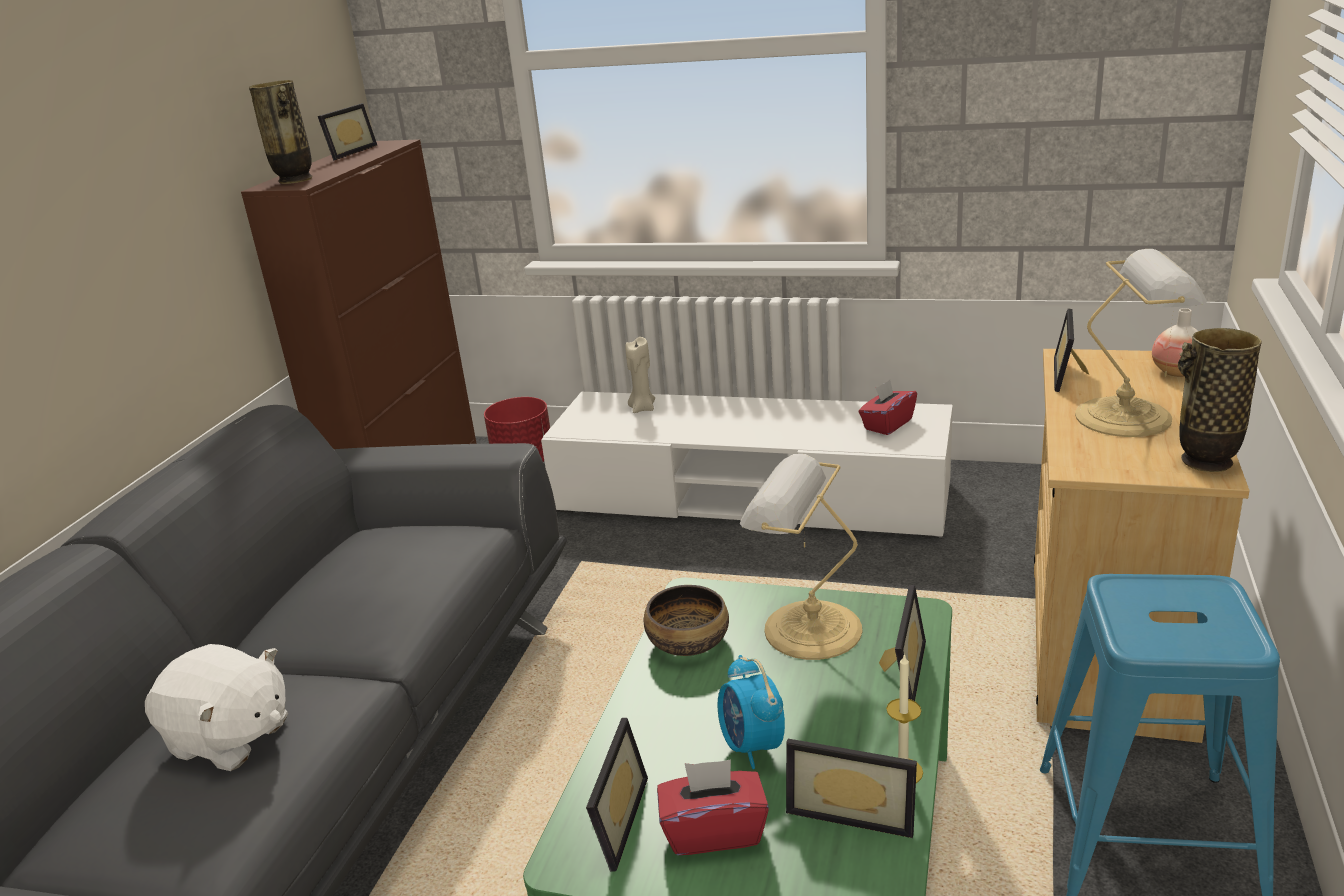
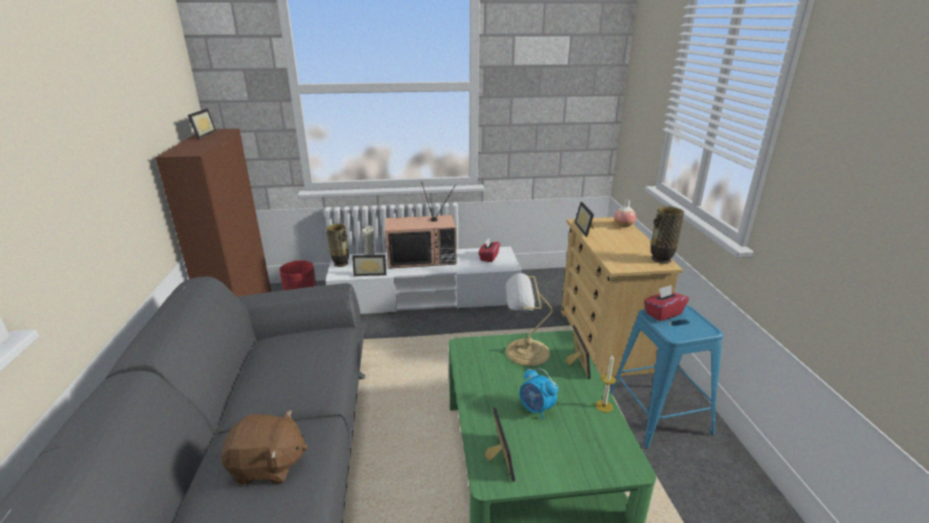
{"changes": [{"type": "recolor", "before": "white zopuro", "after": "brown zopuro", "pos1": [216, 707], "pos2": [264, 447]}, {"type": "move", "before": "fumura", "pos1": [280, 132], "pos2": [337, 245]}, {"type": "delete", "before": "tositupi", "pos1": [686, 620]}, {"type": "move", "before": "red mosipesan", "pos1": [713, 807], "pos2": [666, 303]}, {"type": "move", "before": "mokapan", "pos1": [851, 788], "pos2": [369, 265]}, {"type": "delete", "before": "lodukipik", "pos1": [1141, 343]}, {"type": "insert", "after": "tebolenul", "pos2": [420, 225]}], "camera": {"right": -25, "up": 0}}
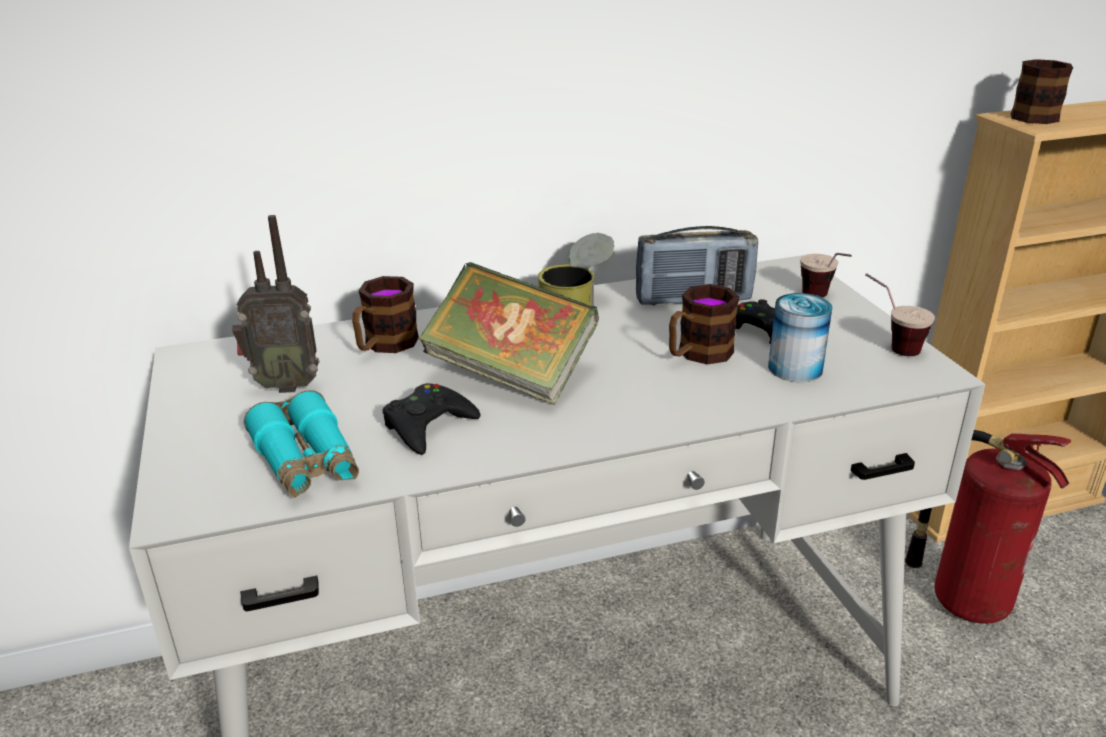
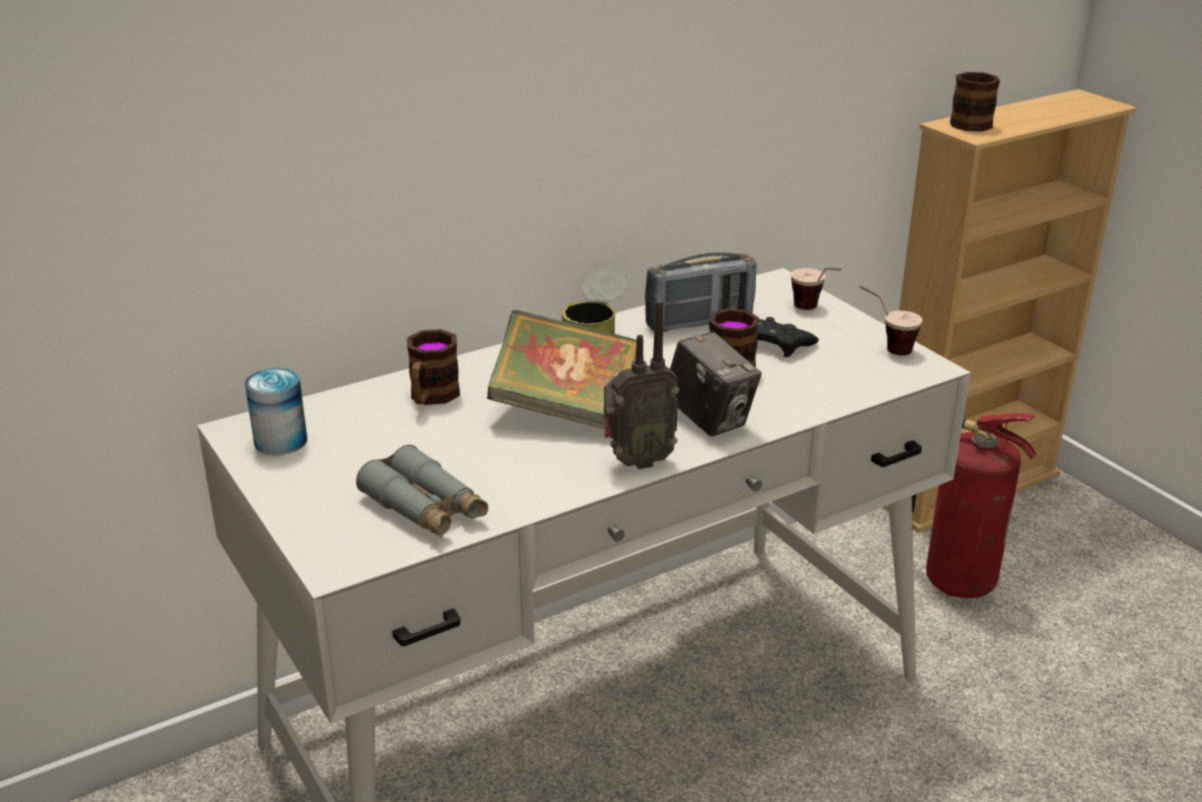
{"changes": [{"type": "move", "before": "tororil", "pos1": [275, 304], "pos2": [641, 384]}, {"type": "recolor", "before": "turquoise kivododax", "after": "grey kivododax", "pos1": [301, 444], "pos2": [422, 491]}, {"type": "delete", "before": "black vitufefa", "pos1": [431, 419]}, {"type": "move", "before": "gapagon", "pos1": [800, 337], "pos2": [276, 411]}, {"type": "insert", "after": "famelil", "pos2": [716, 384]}], "camera": {"right": -15, "up": 0}}
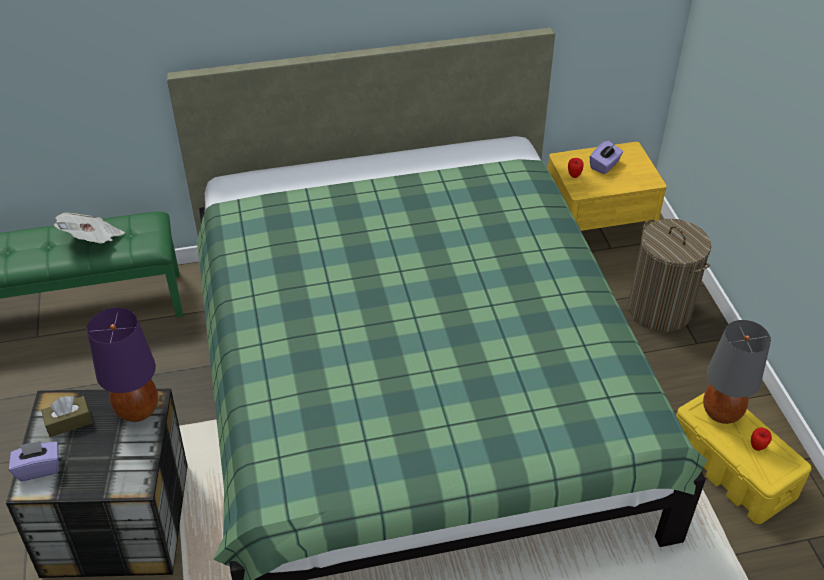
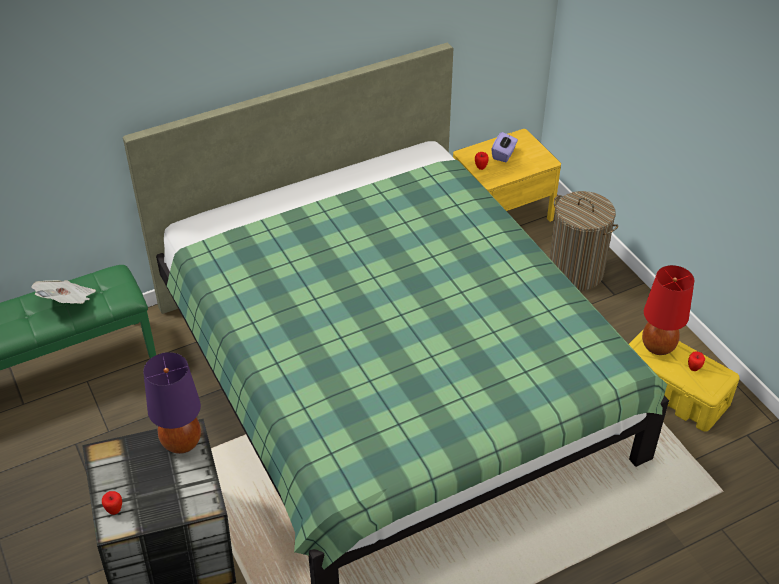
{"changes": [{"type": "replace", "before": "purple mosipesan", "after": "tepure", "pos1": [34, 461], "pos2": [112, 503]}, {"type": "delete", "before": "brown mosipesan", "pos1": [67, 416]}, {"type": "recolor", "before": "grey lodukipik", "after": "red lodukipik", "pos1": [737, 372], "pos2": [668, 310]}], "camera": {"right": -15, "up": 0}}
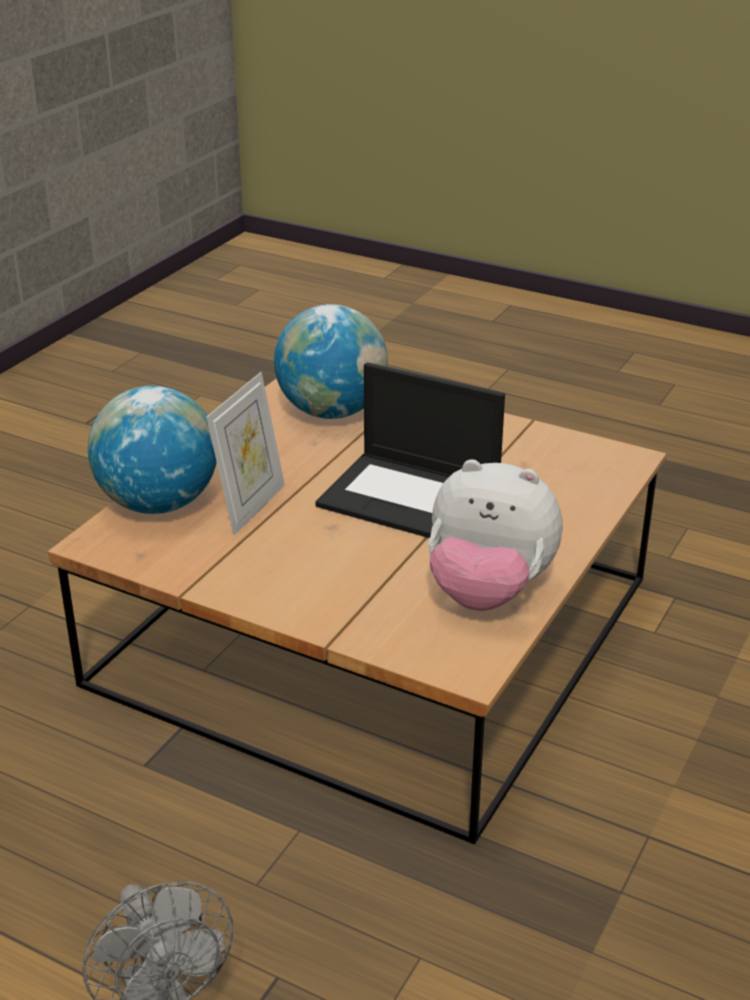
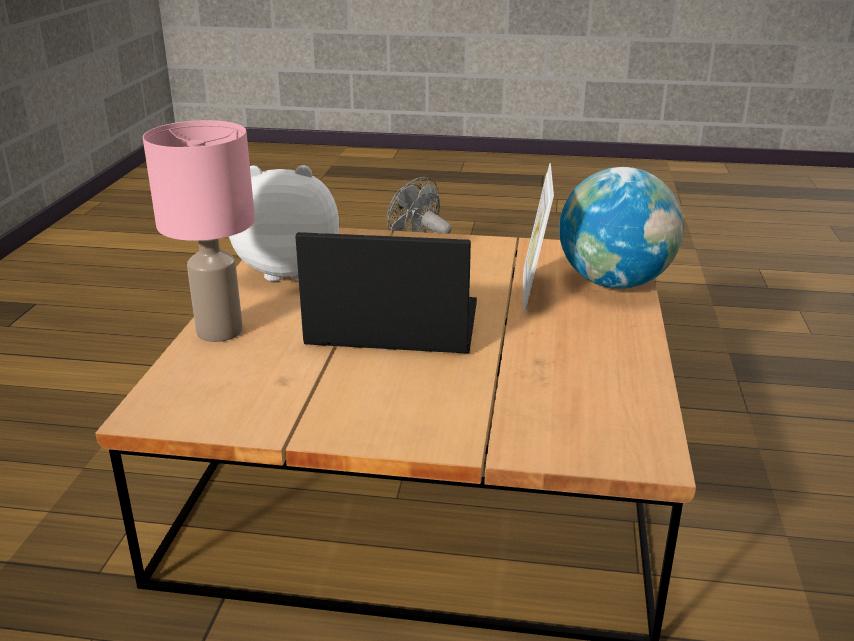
{"changes": [{"type": "delete", "before": "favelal", "pos1": [331, 361]}, {"type": "insert", "after": "pink lodukipik", "pos2": [199, 231]}], "camera": {"right": 160, "up": -5}}
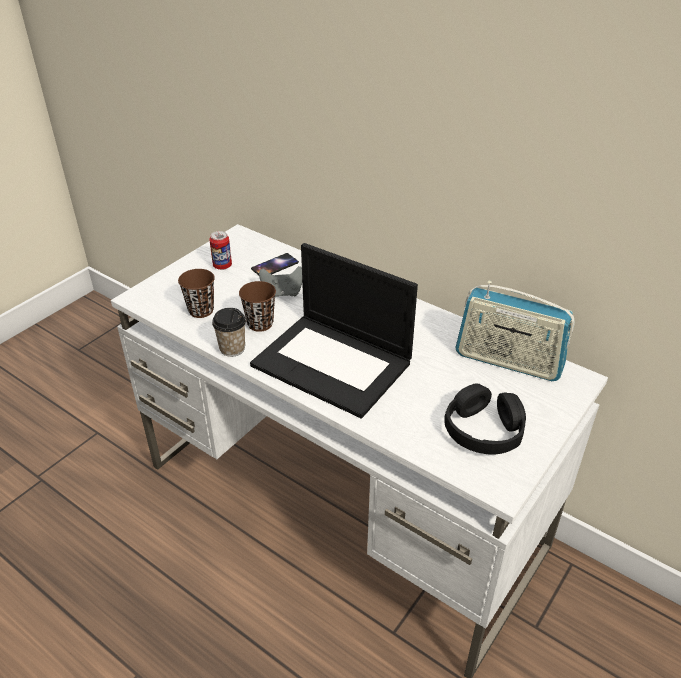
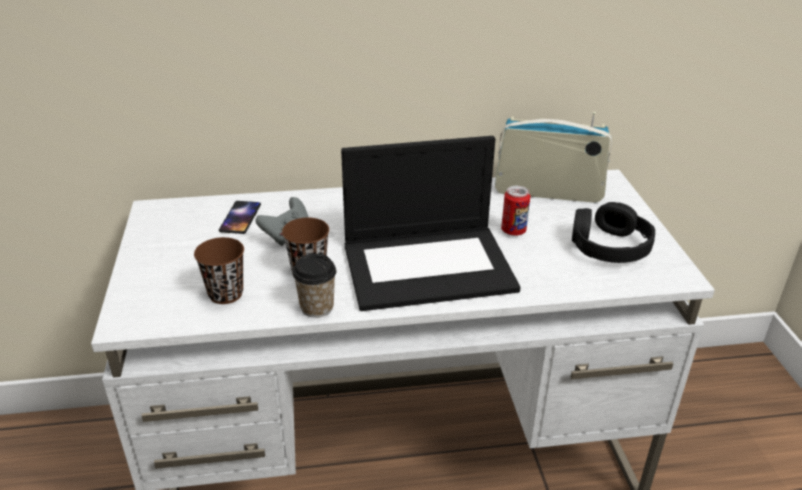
{"changes": [{"type": "move", "before": "gapagon", "pos1": [220, 250], "pos2": [515, 211]}, {"type": "rotate", "before": "tororil", "pos1": [515, 331], "pos2": [553, 157], "turn": -150}], "camera": {"right": -45, "up": -5}}
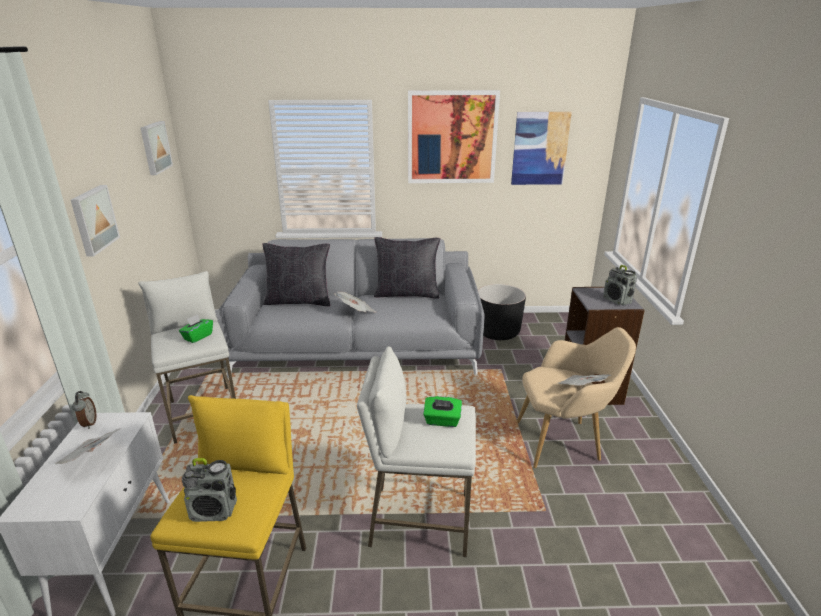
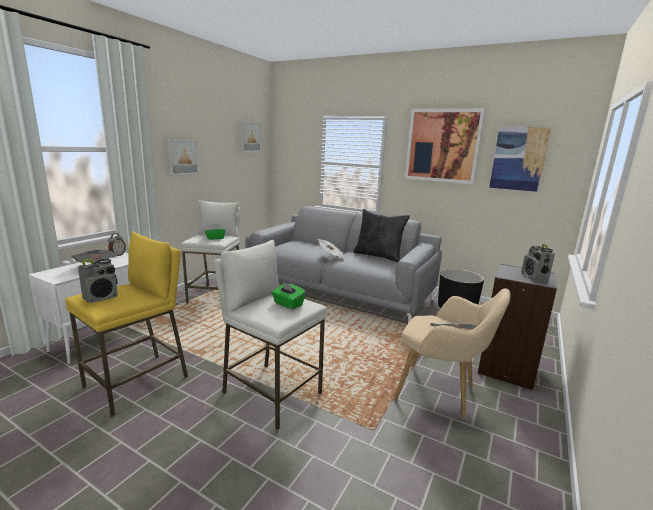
{"changes": [{"type": "rotate", "before": "tororil", "pos1": [209, 490], "pos2": [98, 281], "turn": -75}, {"type": "delete", "before": "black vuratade", "pos1": [296, 274]}], "camera": {"right": 30, "up": -10}}
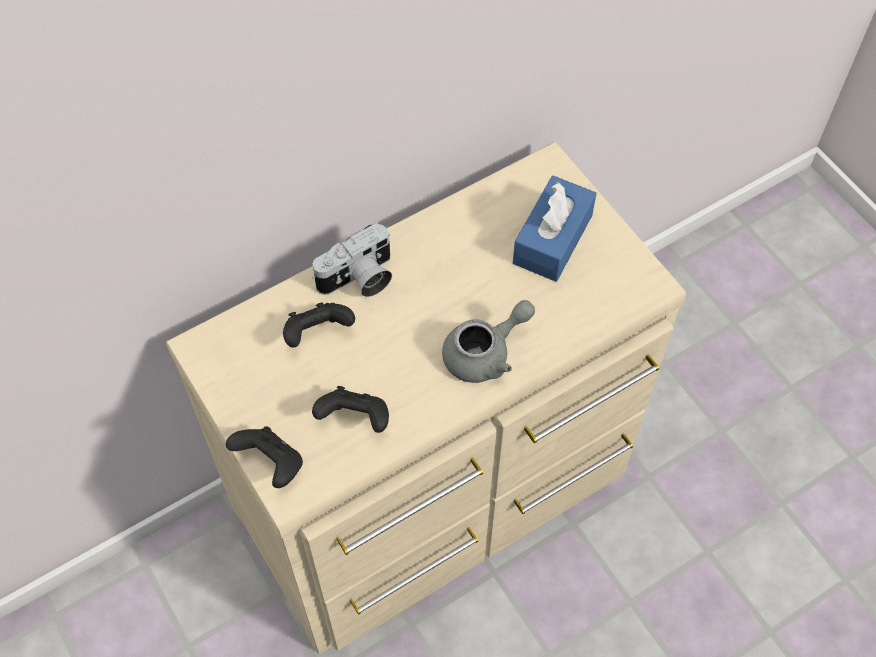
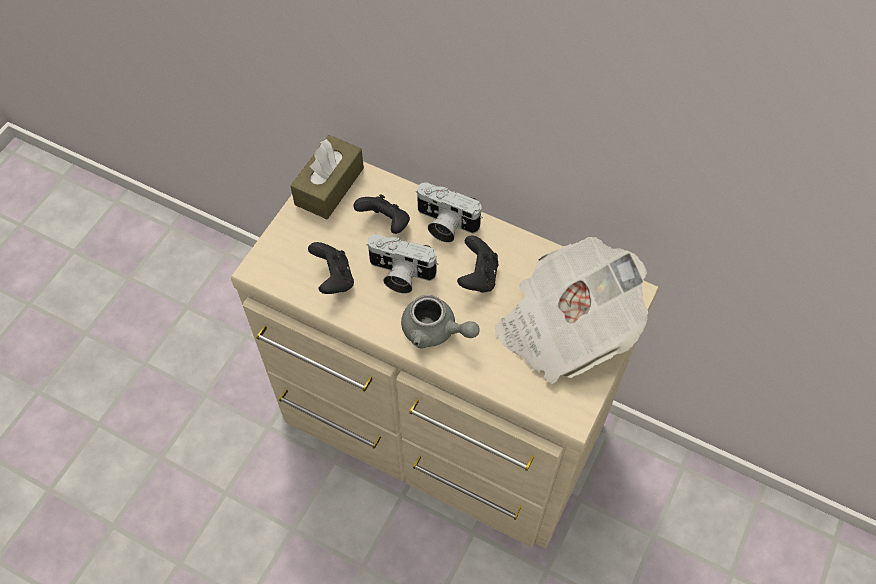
{"changes": [{"type": "move", "before": "black vitufefa", "pos1": [264, 457], "pos2": [477, 264]}, {"type": "replace", "before": "blue mosipesan", "after": "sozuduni", "pos1": [555, 229], "pos2": [571, 310]}, {"type": "insert", "after": "brown mosipesan", "pos2": [327, 177]}, {"type": "insert", "after": "famelil", "pos2": [402, 264]}], "camera": {"right": 60, "up": 0}}
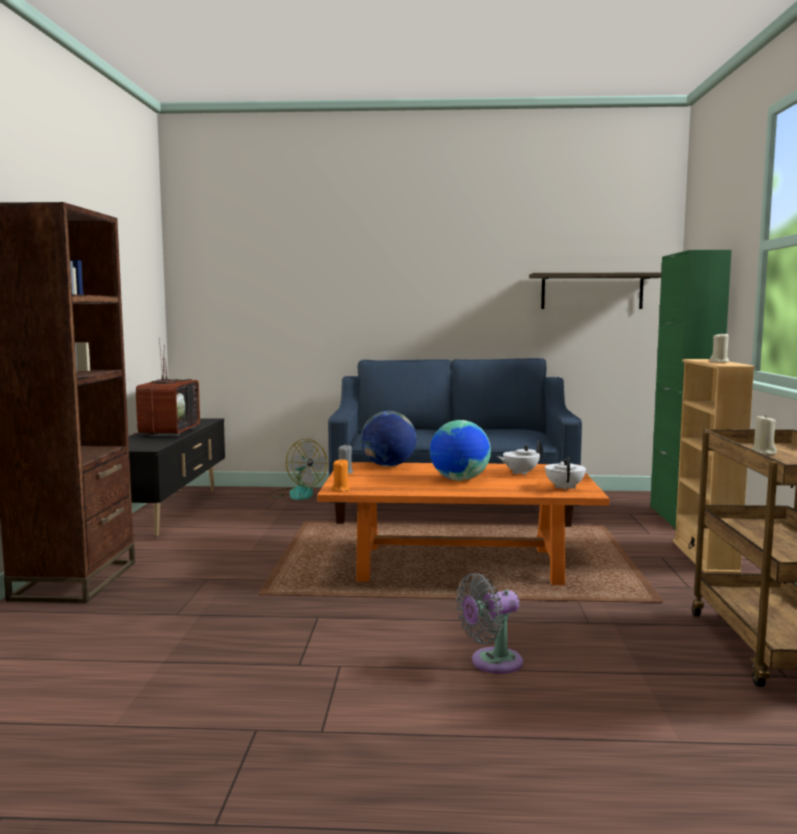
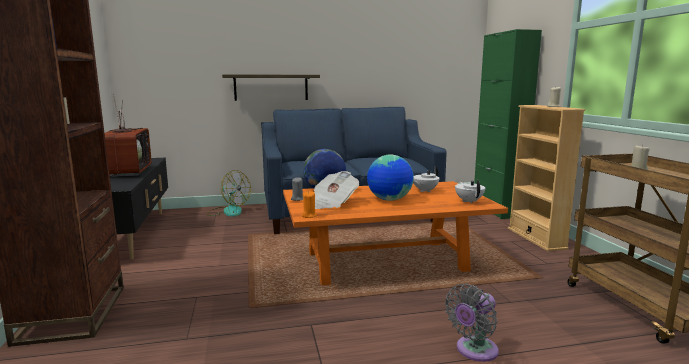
{"changes": [{"type": "move", "before": "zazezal", "pos1": [595, 291], "pos2": [271, 87]}, {"type": "insert", "after": "sozuduni", "pos2": [336, 190]}], "camera": {"right": -15, "up": 5}}
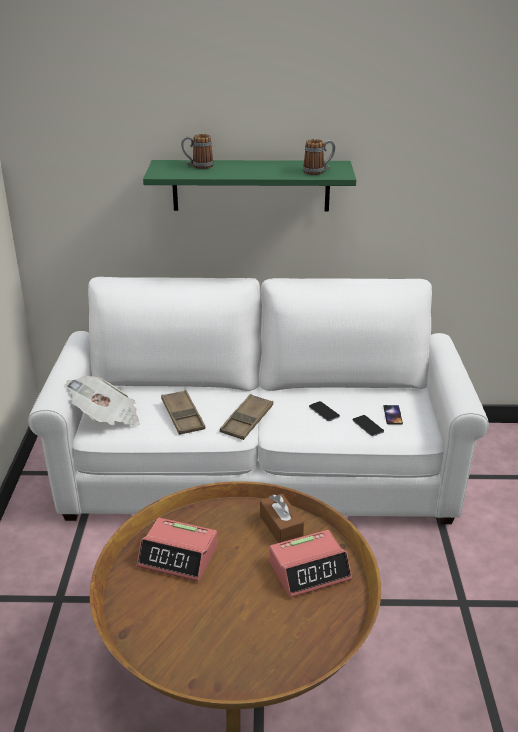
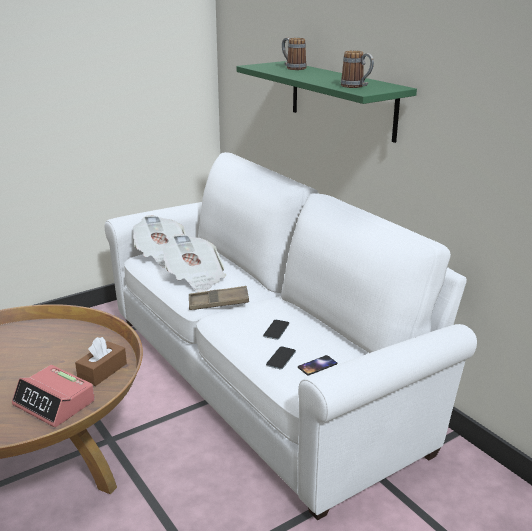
{"changes": [{"type": "delete", "before": "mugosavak", "pos1": [177, 550]}, {"type": "replace", "before": "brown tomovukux", "after": "sozuduni", "pos1": [183, 412], "pos2": [194, 263]}], "camera": {"right": 55, "up": -5}}
